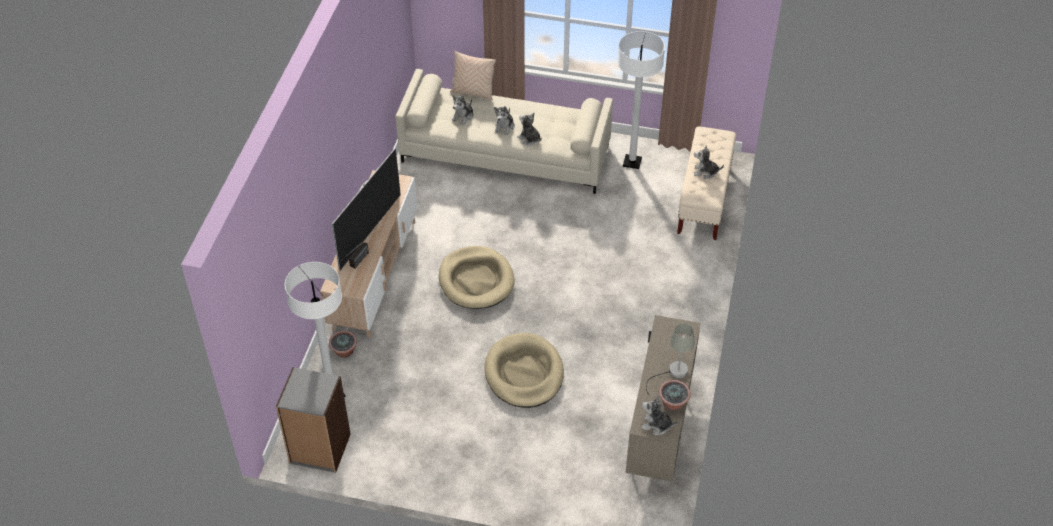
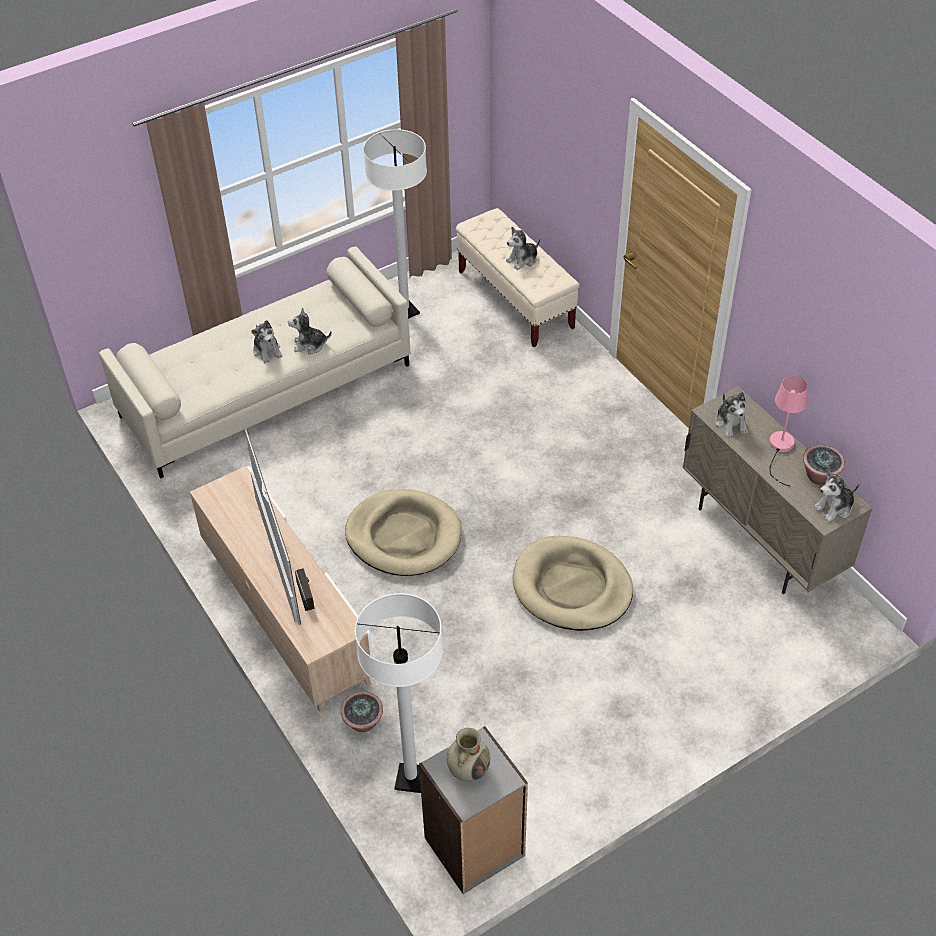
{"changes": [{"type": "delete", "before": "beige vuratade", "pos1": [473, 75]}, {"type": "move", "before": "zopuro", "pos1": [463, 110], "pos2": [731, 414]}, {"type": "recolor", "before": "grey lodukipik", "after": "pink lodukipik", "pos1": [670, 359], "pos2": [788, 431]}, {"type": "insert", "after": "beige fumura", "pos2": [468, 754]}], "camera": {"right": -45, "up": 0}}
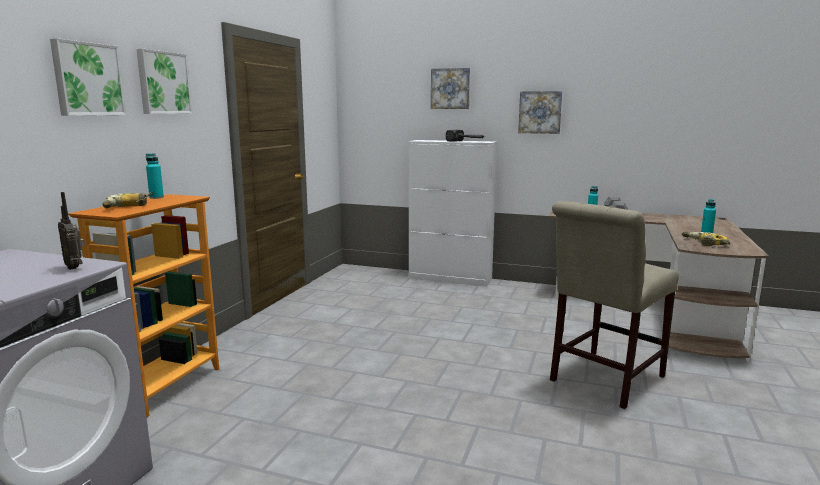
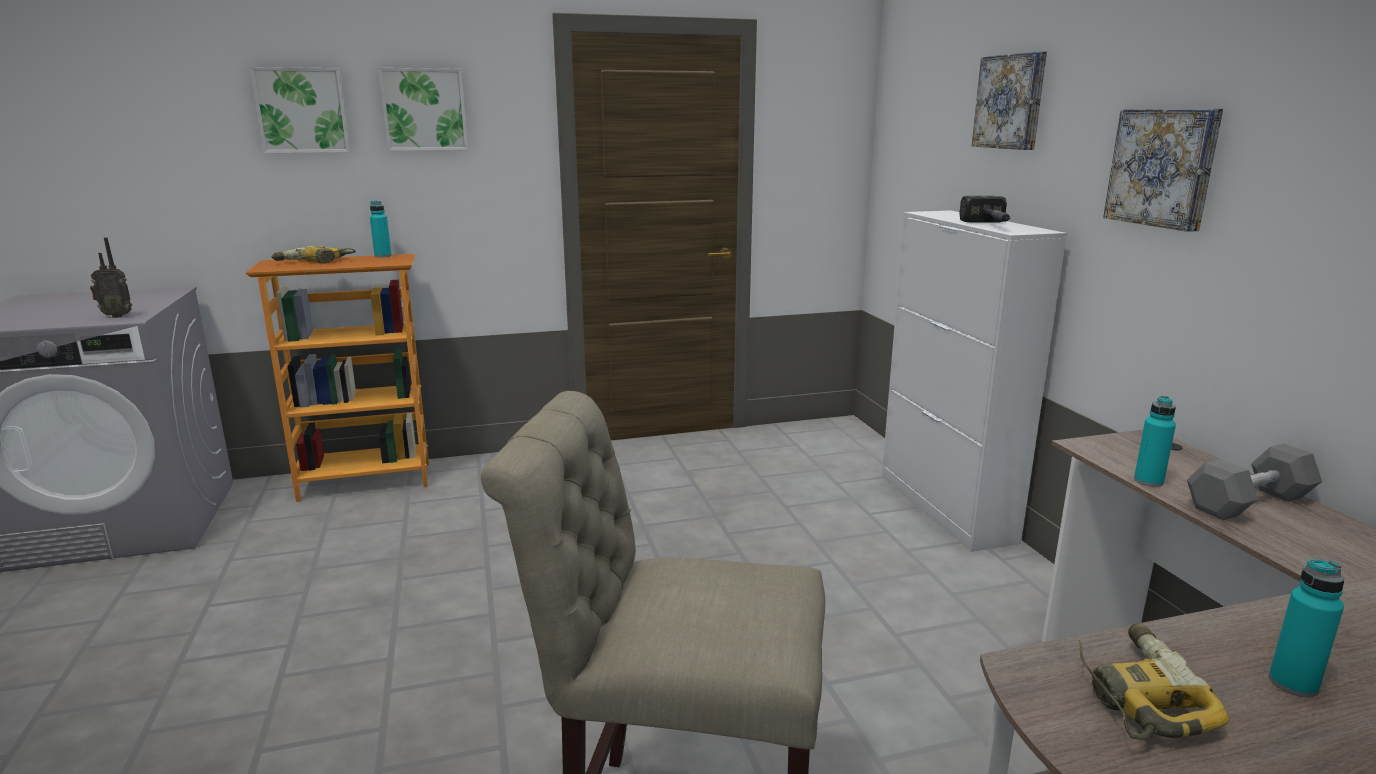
{"changes": [{"type": "rotate", "before": "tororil", "pos1": [71, 231], "pos2": [111, 277], "turn": -105}], "camera": {"right": 55, "up": 5}}
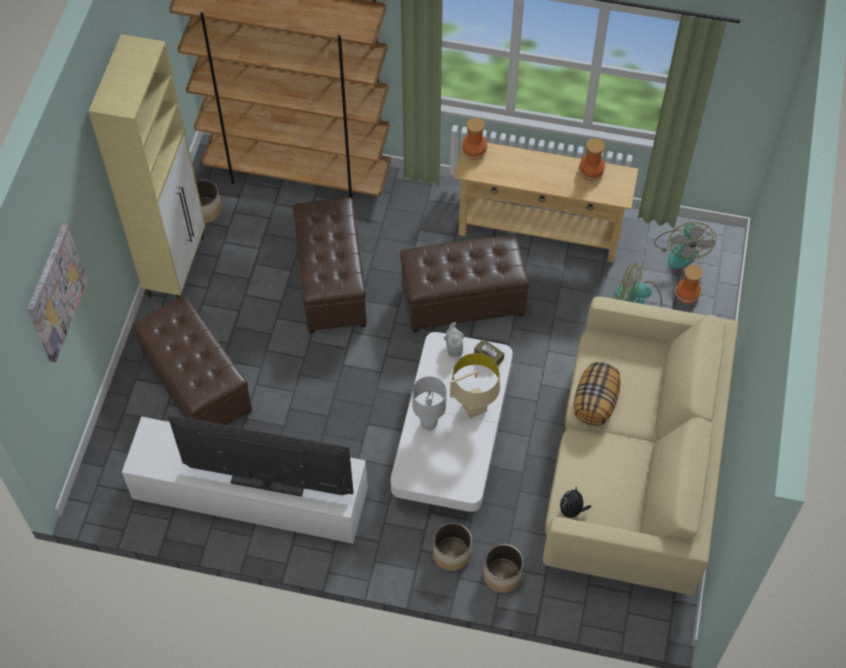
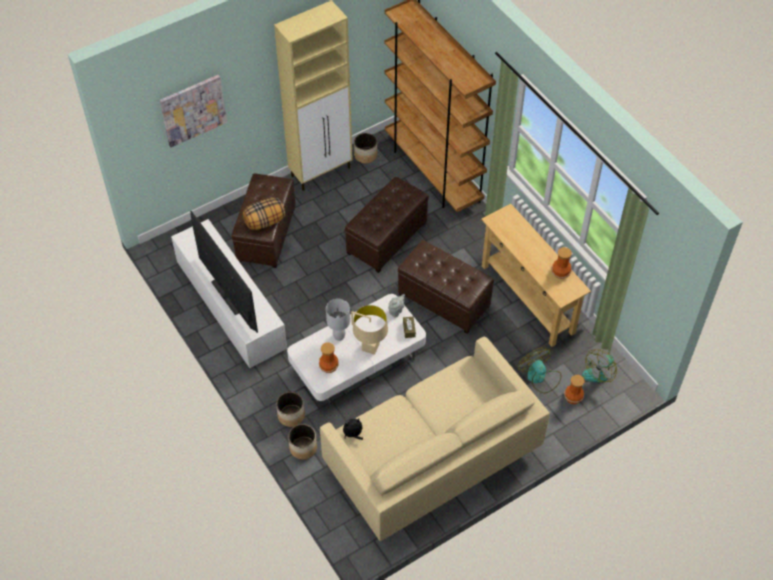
{"changes": [{"type": "move", "before": "fumura", "pos1": [474, 138], "pos2": [329, 358]}, {"type": "move", "before": "vuratade", "pos1": [597, 394], "pos2": [264, 214]}], "camera": {"right": 45, "up": -5}}
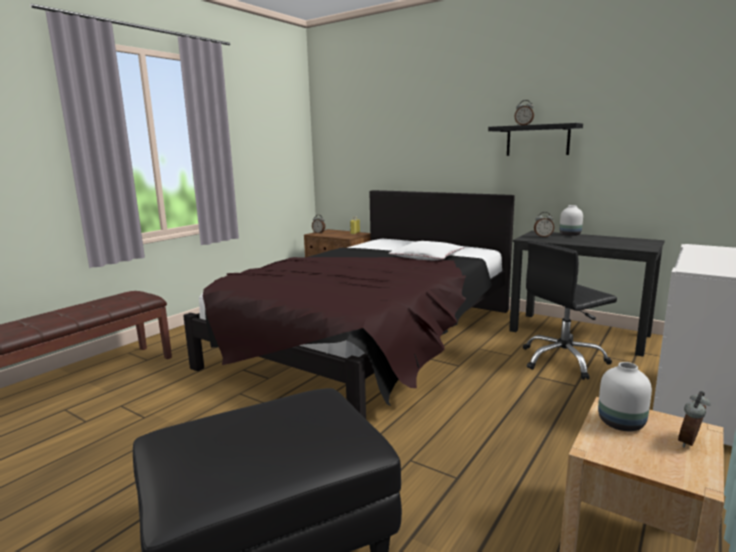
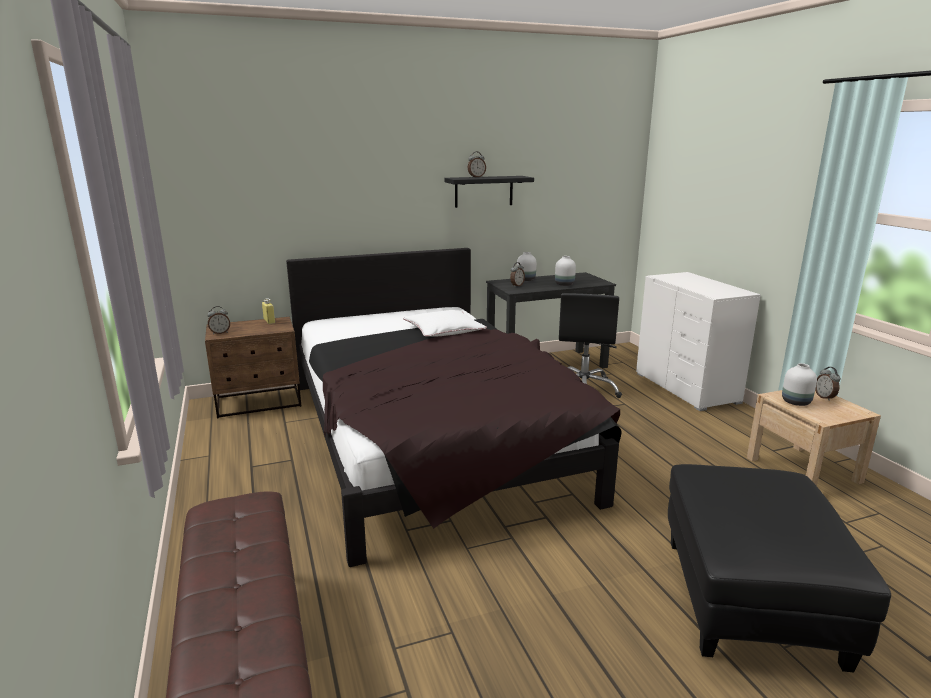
{"changes": [{"type": "insert", "after": "white fumura", "pos2": [565, 271]}], "camera": {"right": -55, "up": 5}}
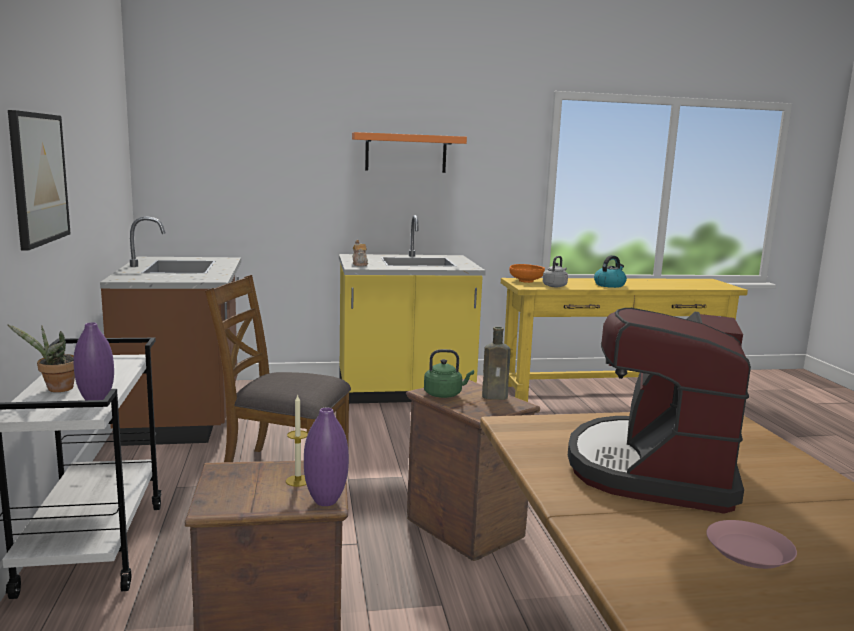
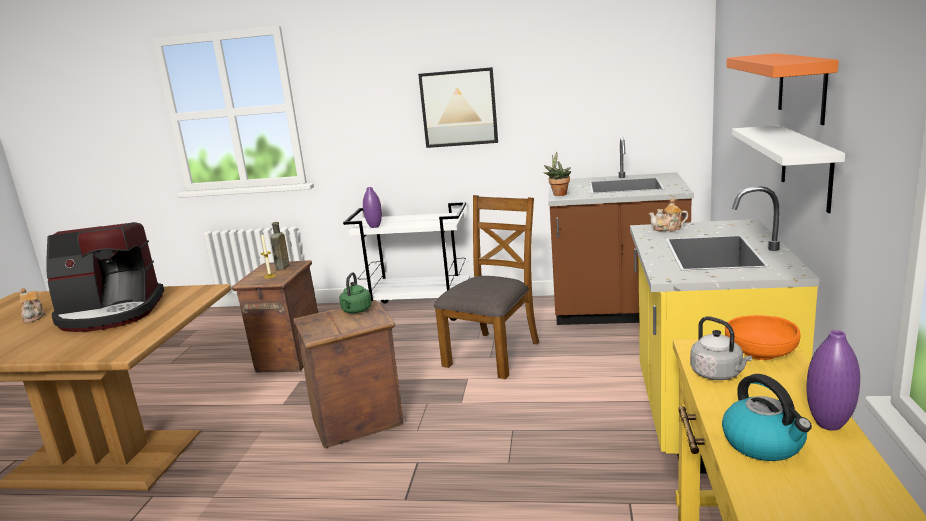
{"changes": [{"type": "move", "before": "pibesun", "pos1": [41, 358], "pos2": [557, 174]}, {"type": "move", "before": "purple fumura", "pos1": [326, 456], "pos2": [833, 380]}, {"type": "move", "before": "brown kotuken", "pos1": [496, 363], "pos2": [280, 246]}, {"type": "rotate", "before": "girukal", "pos1": [659, 411], "pos2": [105, 277], "turn": 135}, {"type": "replace", "before": "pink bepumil", "after": "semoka", "pos1": [751, 544], "pos2": [33, 305]}, {"type": "insert", "after": "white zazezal", "pos2": [788, 169]}], "camera": {"right": 110, "up": 5}}
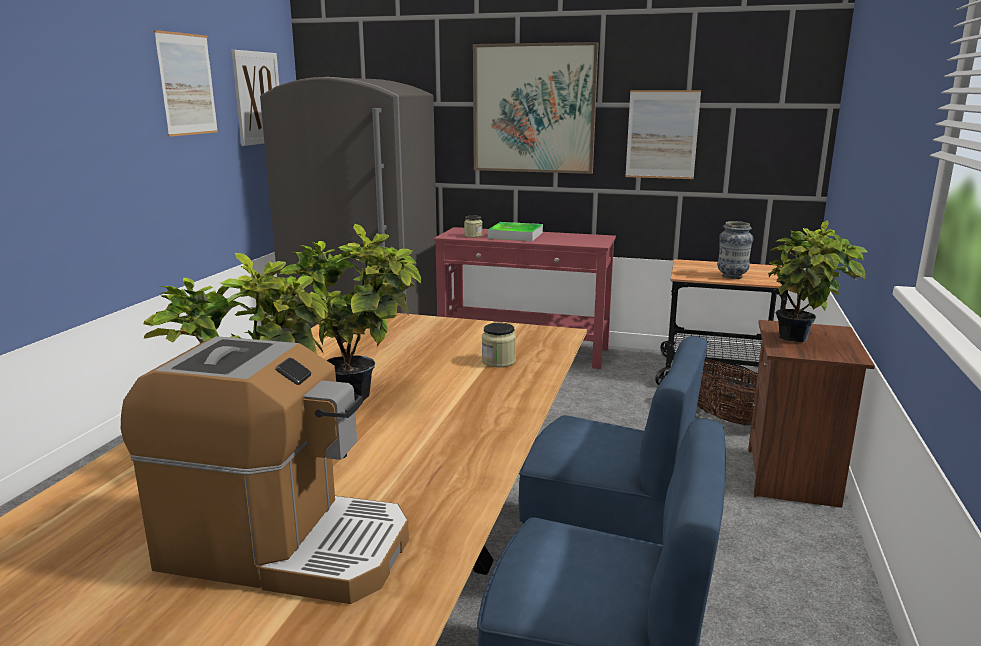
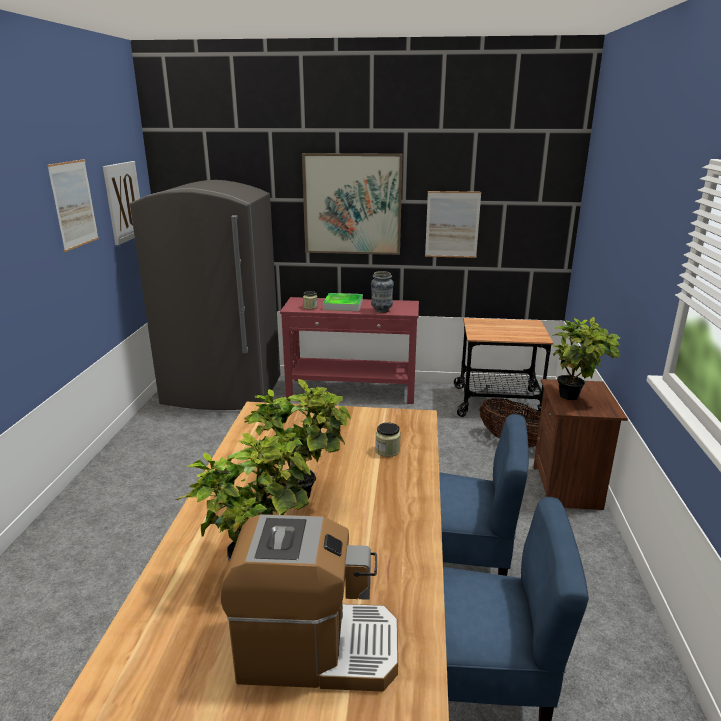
{"changes": [{"type": "move", "before": "fumura", "pos1": [735, 250], "pos2": [382, 292]}], "camera": {"right": -10, "up": 5}}
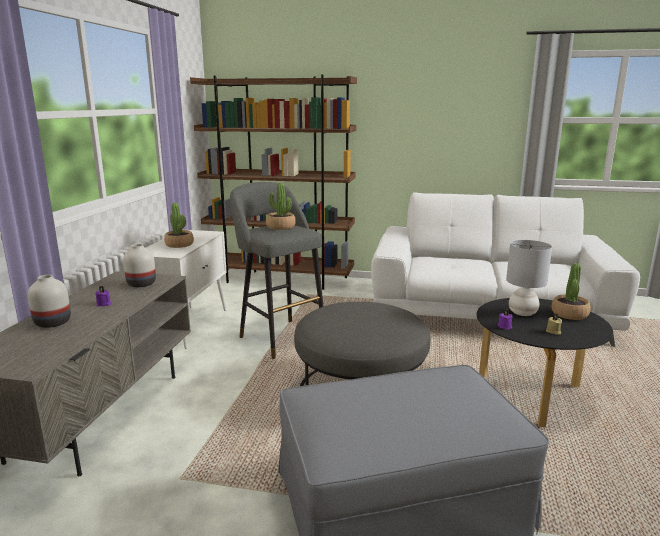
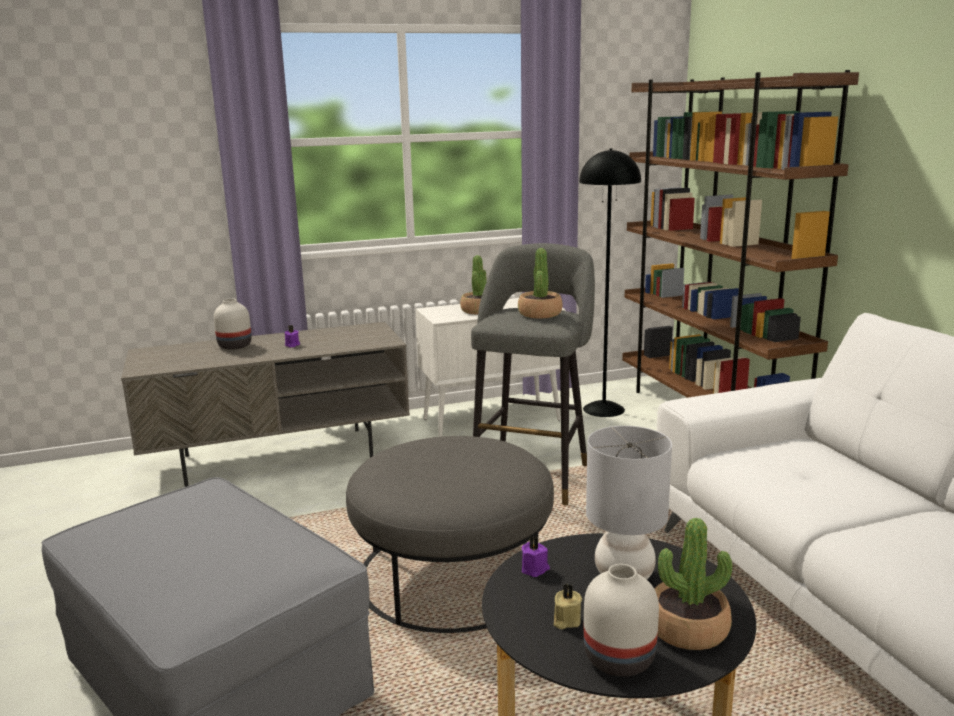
{"changes": [{"type": "move", "before": "white fumura", "pos1": [139, 265], "pos2": [621, 620]}, {"type": "insert", "after": "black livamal", "pos2": [610, 282]}], "camera": {"right": 60, "up": 0}}
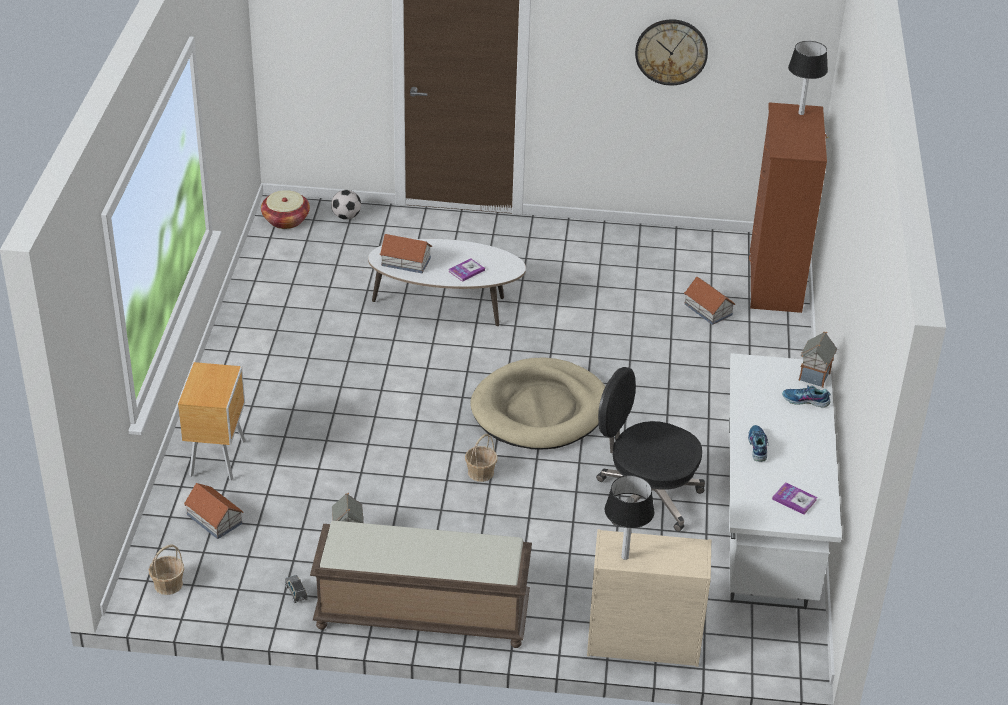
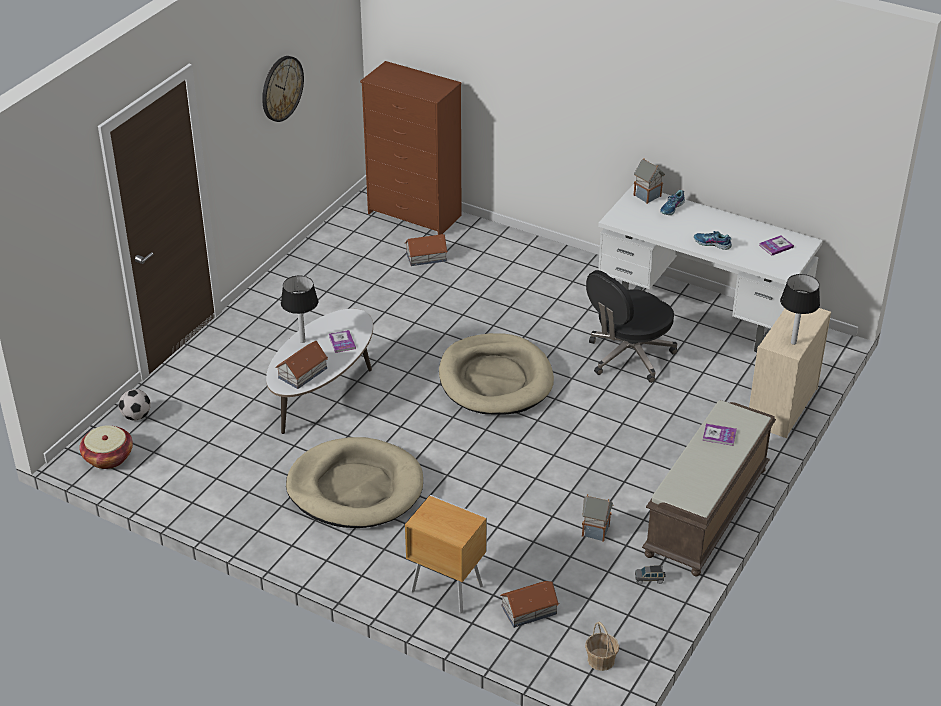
{"changes": [{"type": "delete", "before": "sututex", "pos1": [481, 458]}, {"type": "move", "before": "lodukipik", "pos1": [808, 78], "pos2": [299, 309]}, {"type": "insert", "after": "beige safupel", "pos2": [354, 482]}, {"type": "insert", "after": "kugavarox", "pos2": [720, 435]}], "camera": {"right": -65, "up": 0}}
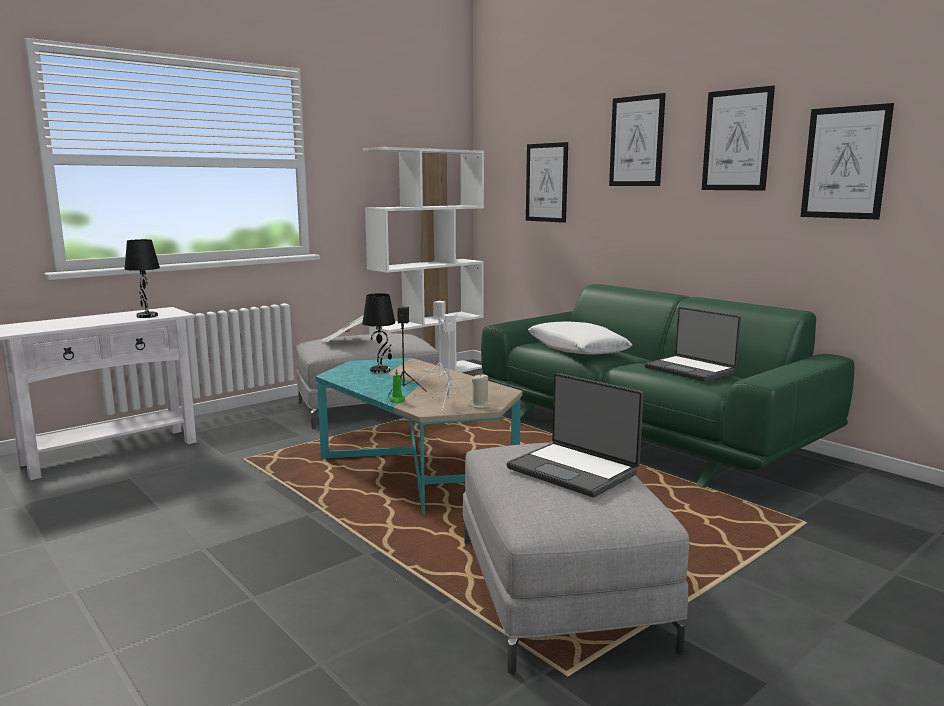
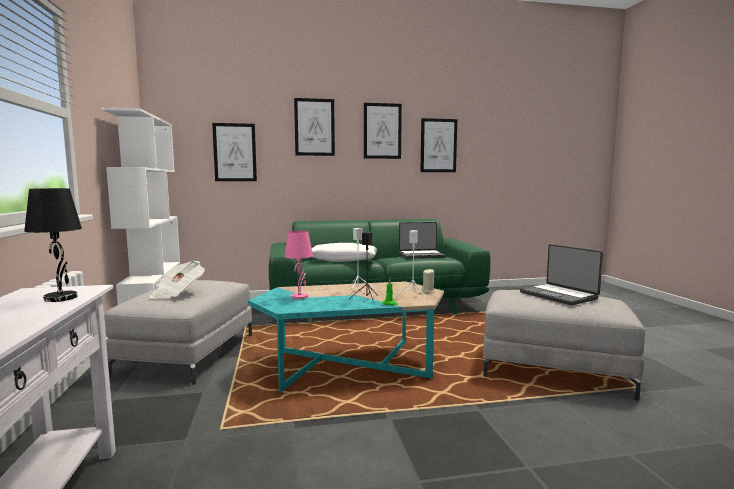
{"changes": [{"type": "recolor", "before": "black lodukipik", "after": "pink lodukipik", "pos1": [378, 333], "pos2": [298, 265]}, {"type": "rotate", "before": "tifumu", "pos1": [575, 435], "pos2": [561, 274], "turn": 75}], "camera": {"right": -60, "up": -5}}
